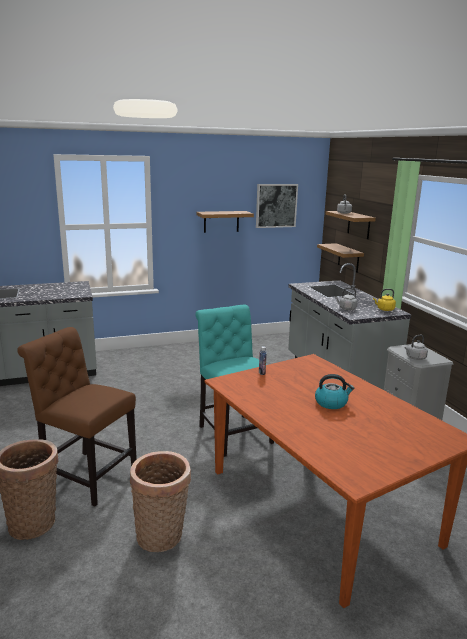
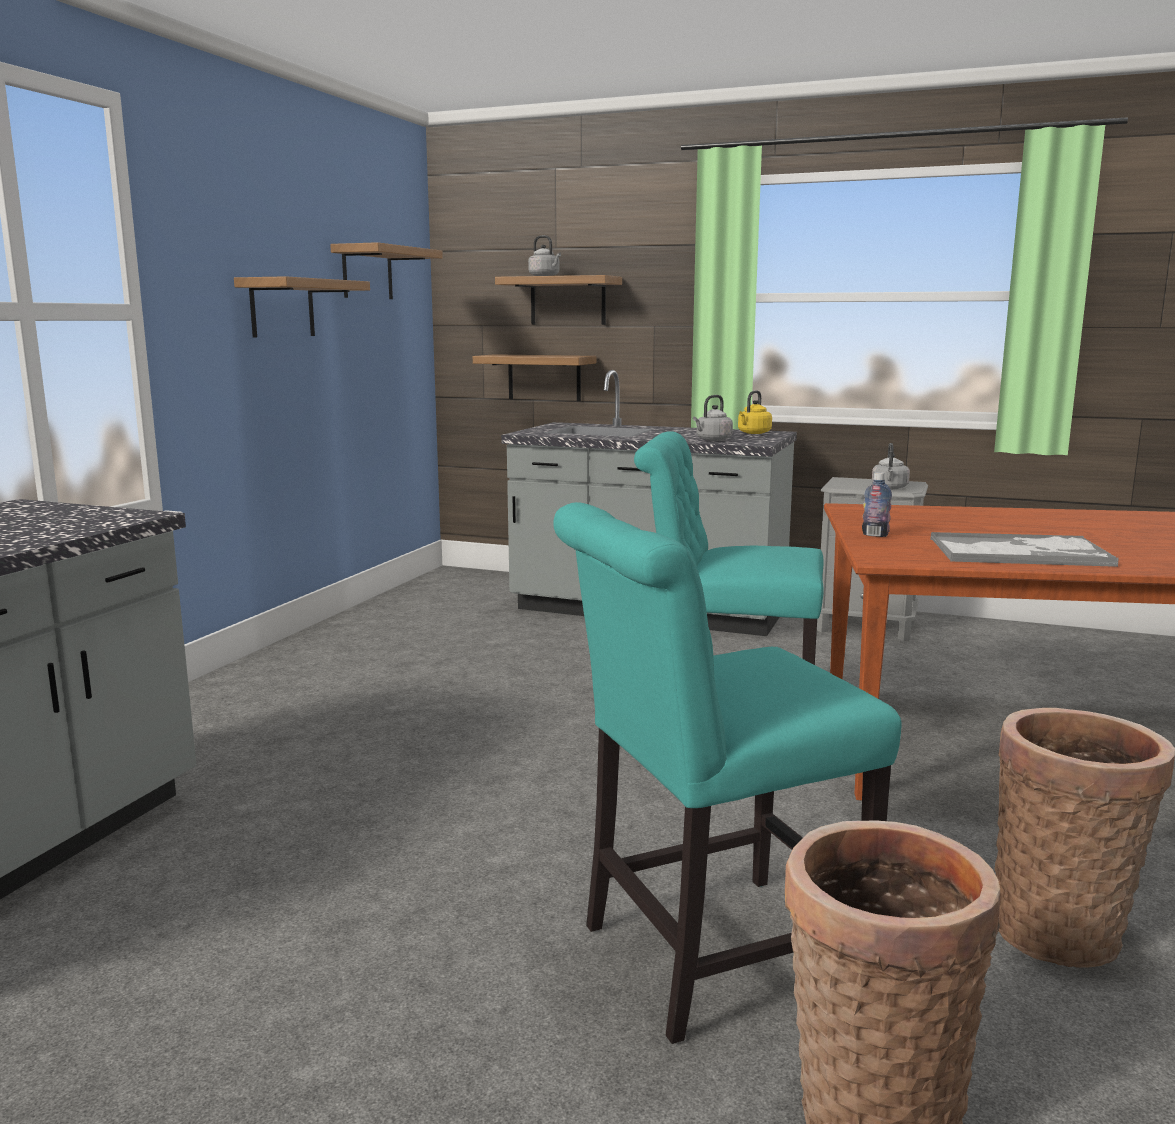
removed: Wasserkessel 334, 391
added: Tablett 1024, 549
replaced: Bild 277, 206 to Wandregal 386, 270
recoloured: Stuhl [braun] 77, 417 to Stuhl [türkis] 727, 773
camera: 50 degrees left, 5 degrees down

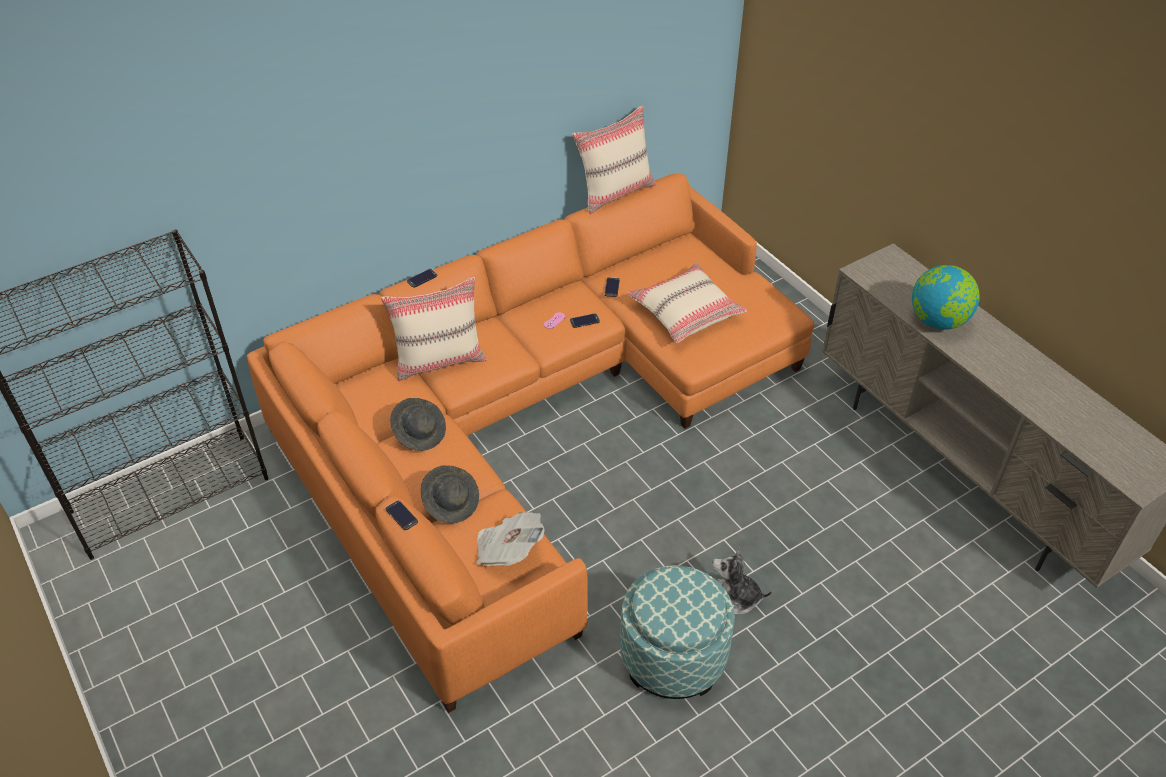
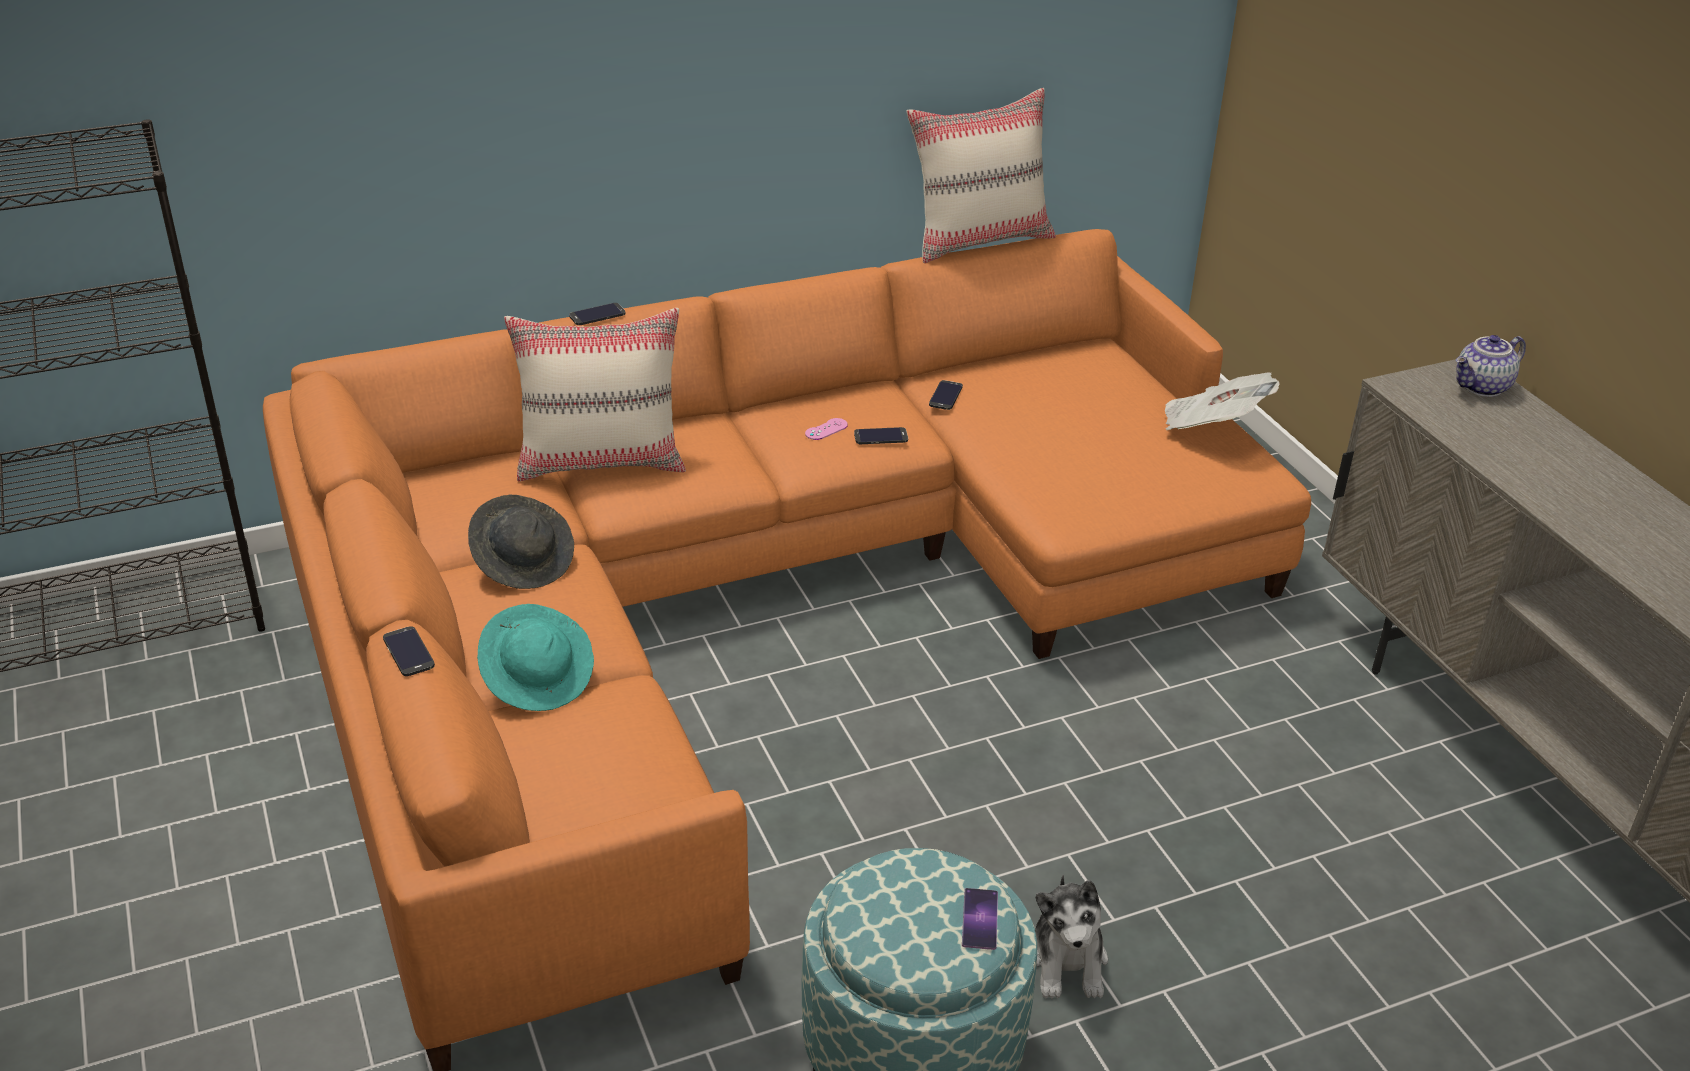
removed: Kissen [beige] 687, 303; Globus 946, 297
added: Handy 980, 919; Teekanne 1491, 366
moved: Zeitung 510, 539 to 1222, 401
recoloured: Hut [grau] 450, 494 to Hut [türkis] 535, 657
turned: Plüschtier 742, 580 = 1071, 936 120 degrees counterclockwise
camera: 10 degrees right, 10 degrees down

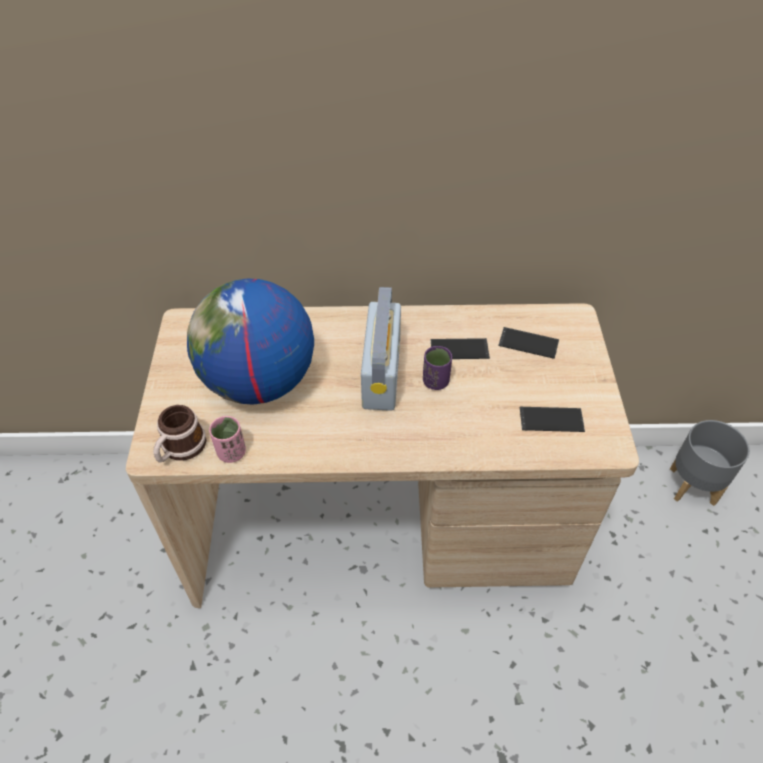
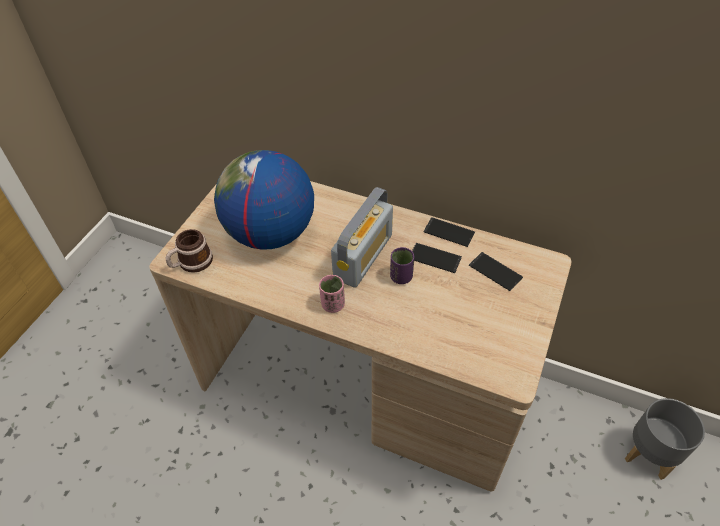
moved: Tasse [rosa] 227, 439 to 332, 294; Handy 552, 419 to 449, 232
camera: 25 degrees right, 0 degrees up

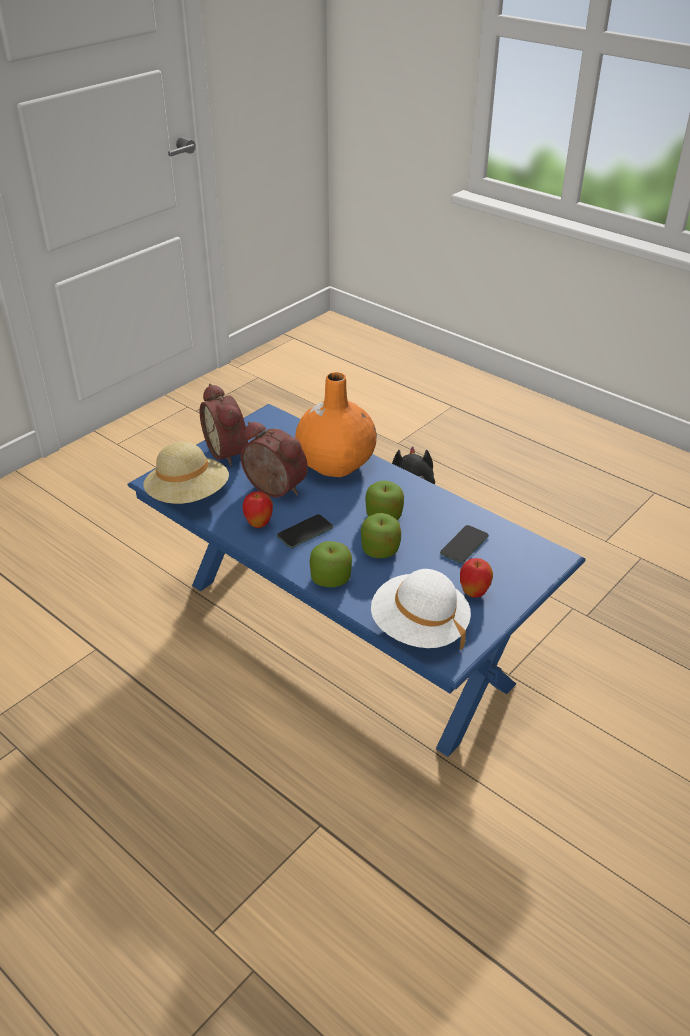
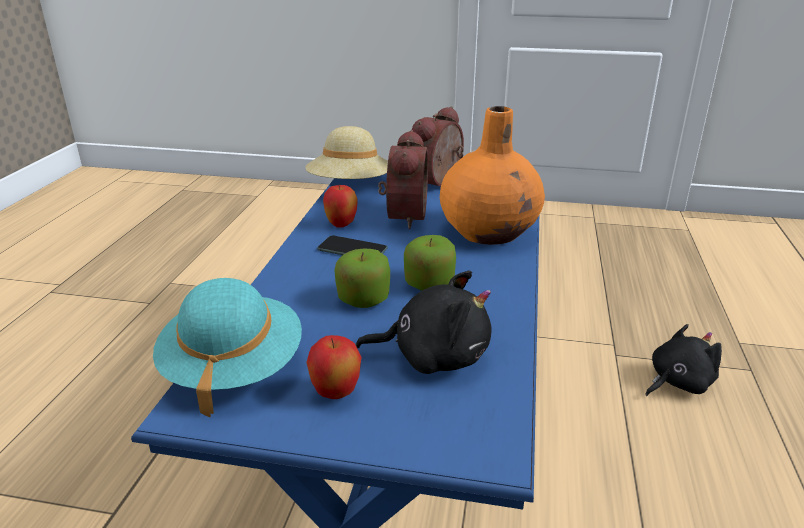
removed: Apfel 330, 564
replaced: Handy 464, 544 to Plüschtier [schwarz] 424, 322
recoloured: Hut [weiß] 421, 609 to Hut [türkis] 227, 347
camera: 60 degrees right, 10 degrees down

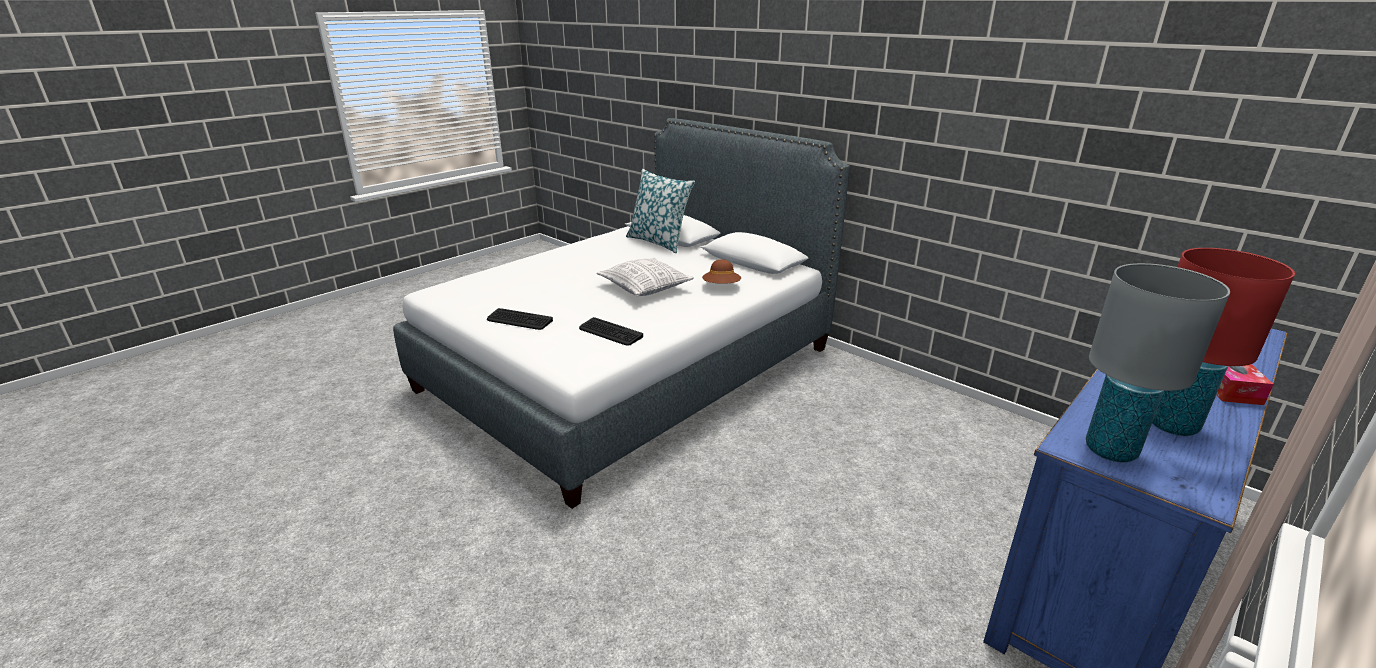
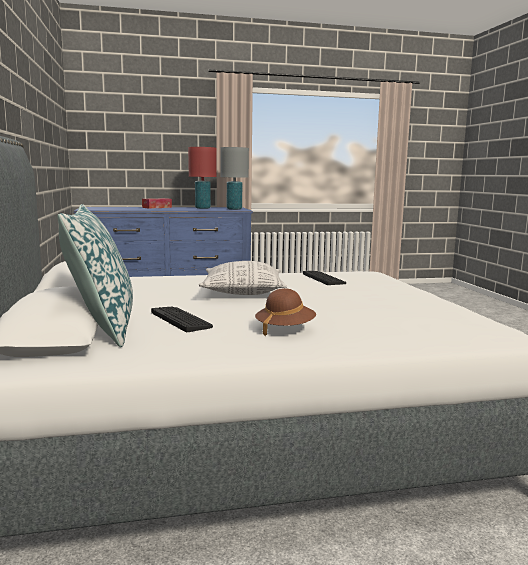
moved: Tastatur 520, 319 to 182, 319; Hut [braun] 721, 271 to 285, 312
camera: 145 degrees left, 15 degrees down

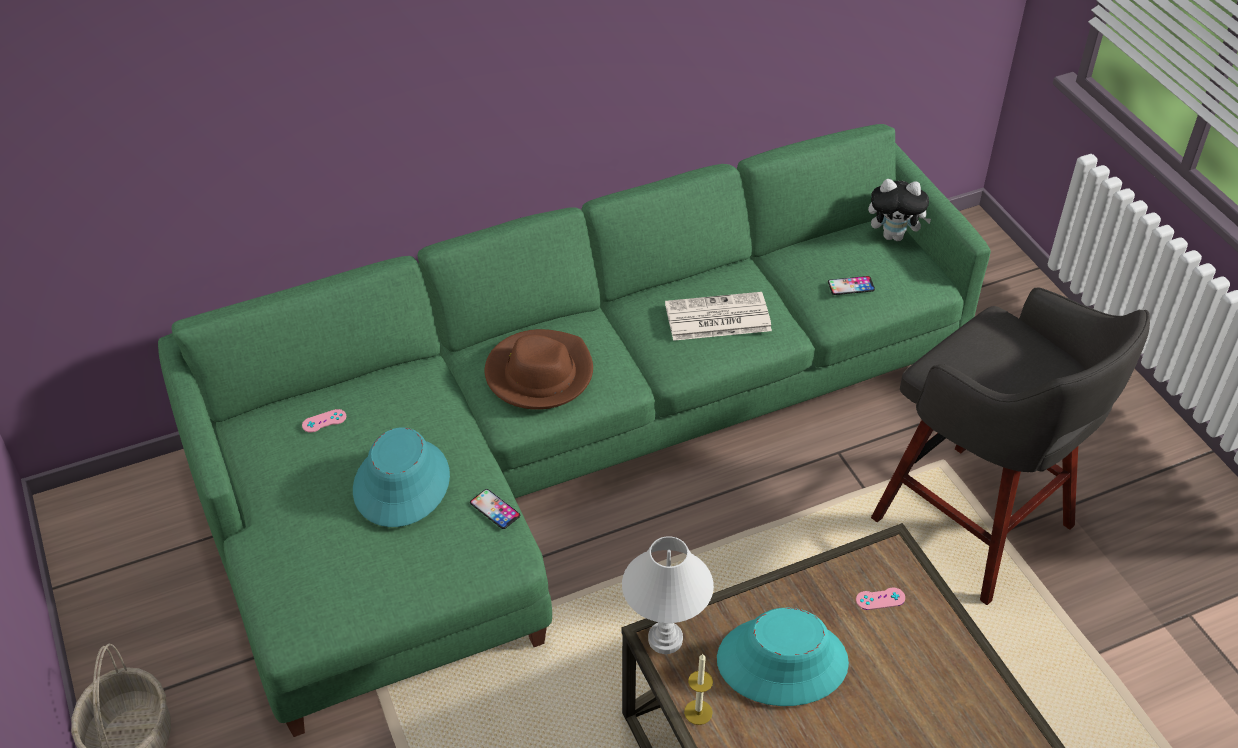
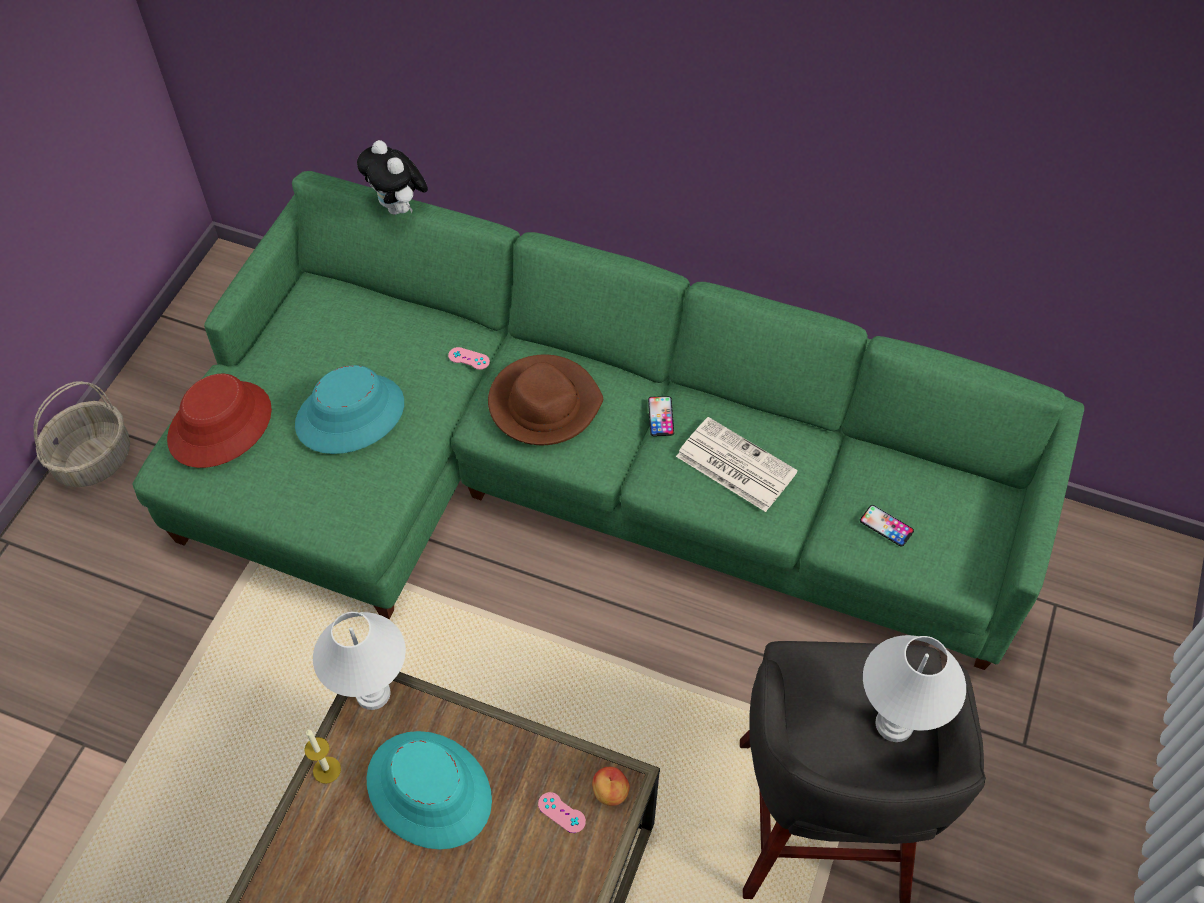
added: Hut [rot] 219, 421; Apfel 611, 786; Tischlampe [weiß] 914, 688
moved: Gamepad [rosa] 324, 421 to 469, 358; Handy 495, 509 to 661, 416; Plüschtier 899, 210 to 392, 177
camera: 45 degrees right, 10 degrees up

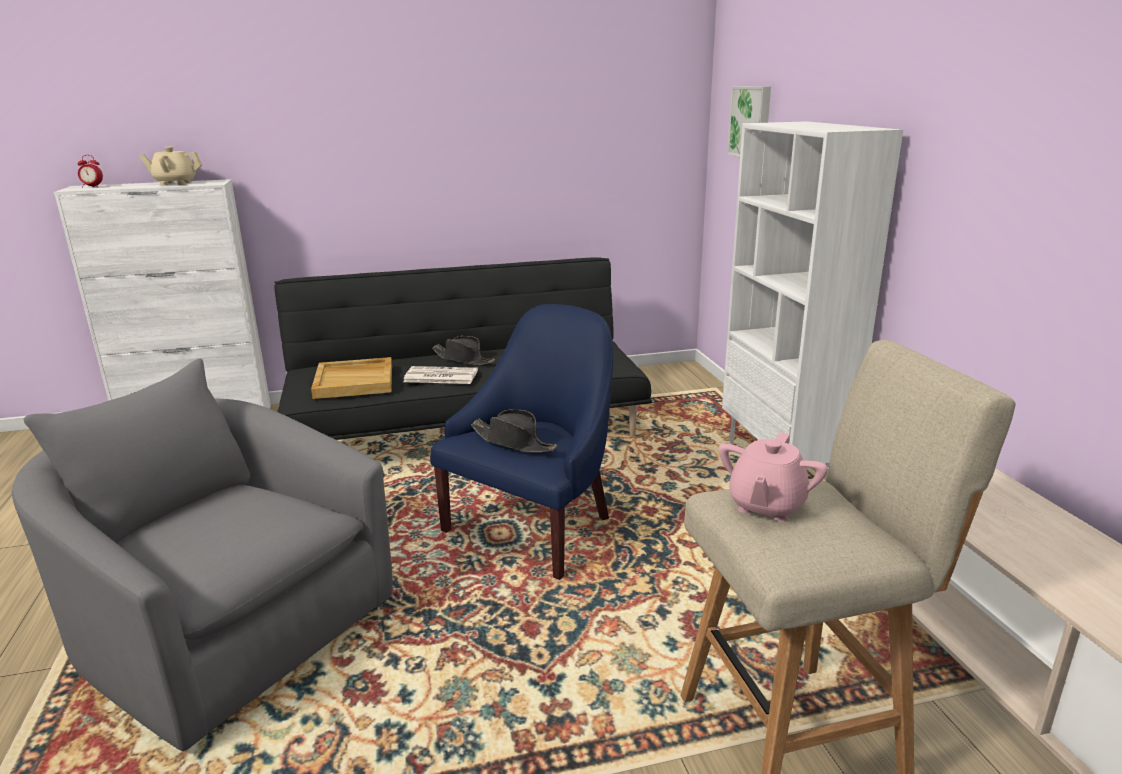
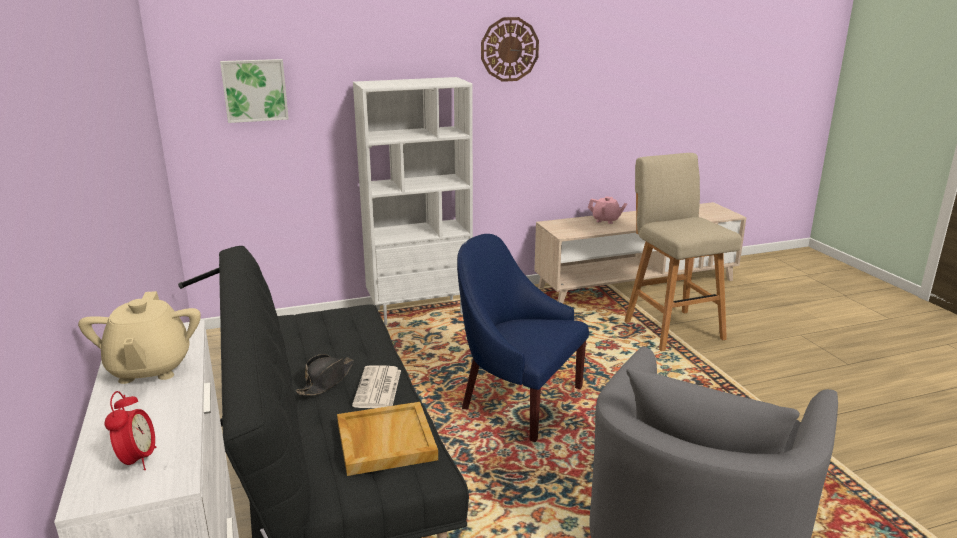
removed: Hut [schwarz] 514, 431
added: Wanduhr 510, 49
moved: Teekanne [rosa] 773, 477 to 607, 210
camera: 95 degrees left, 0 degrees up

